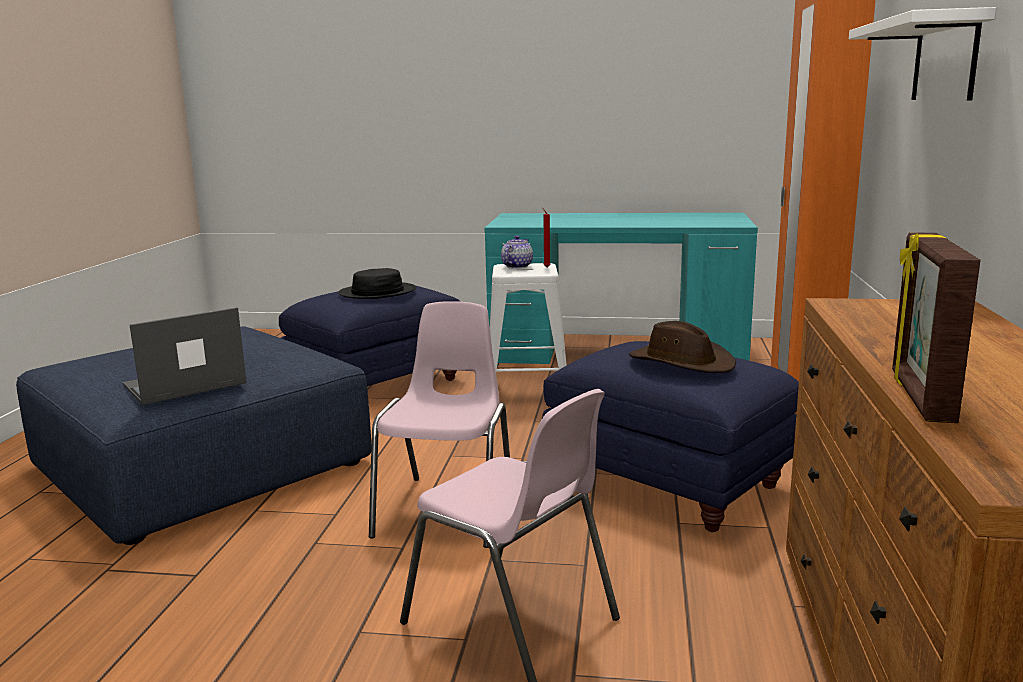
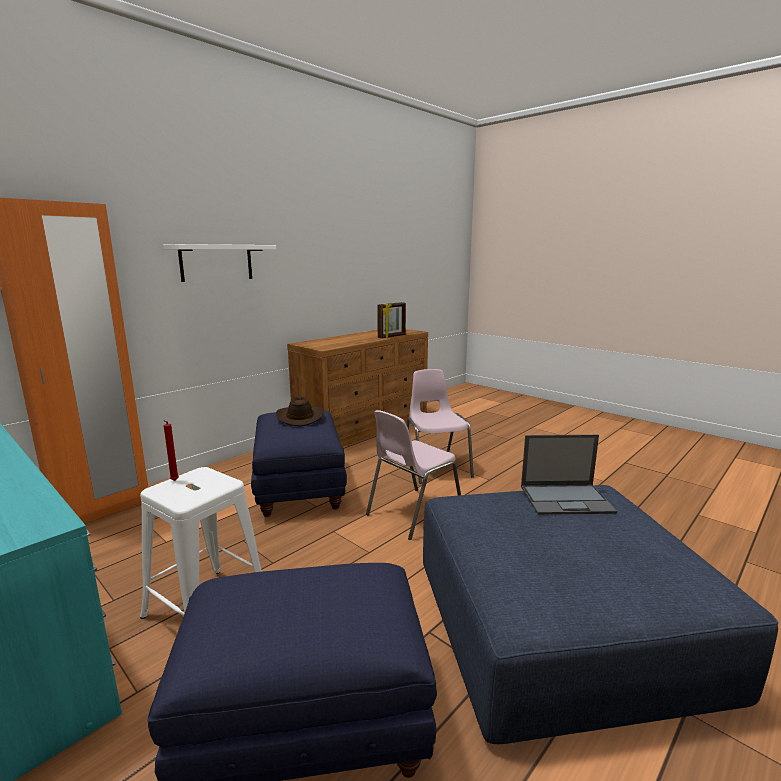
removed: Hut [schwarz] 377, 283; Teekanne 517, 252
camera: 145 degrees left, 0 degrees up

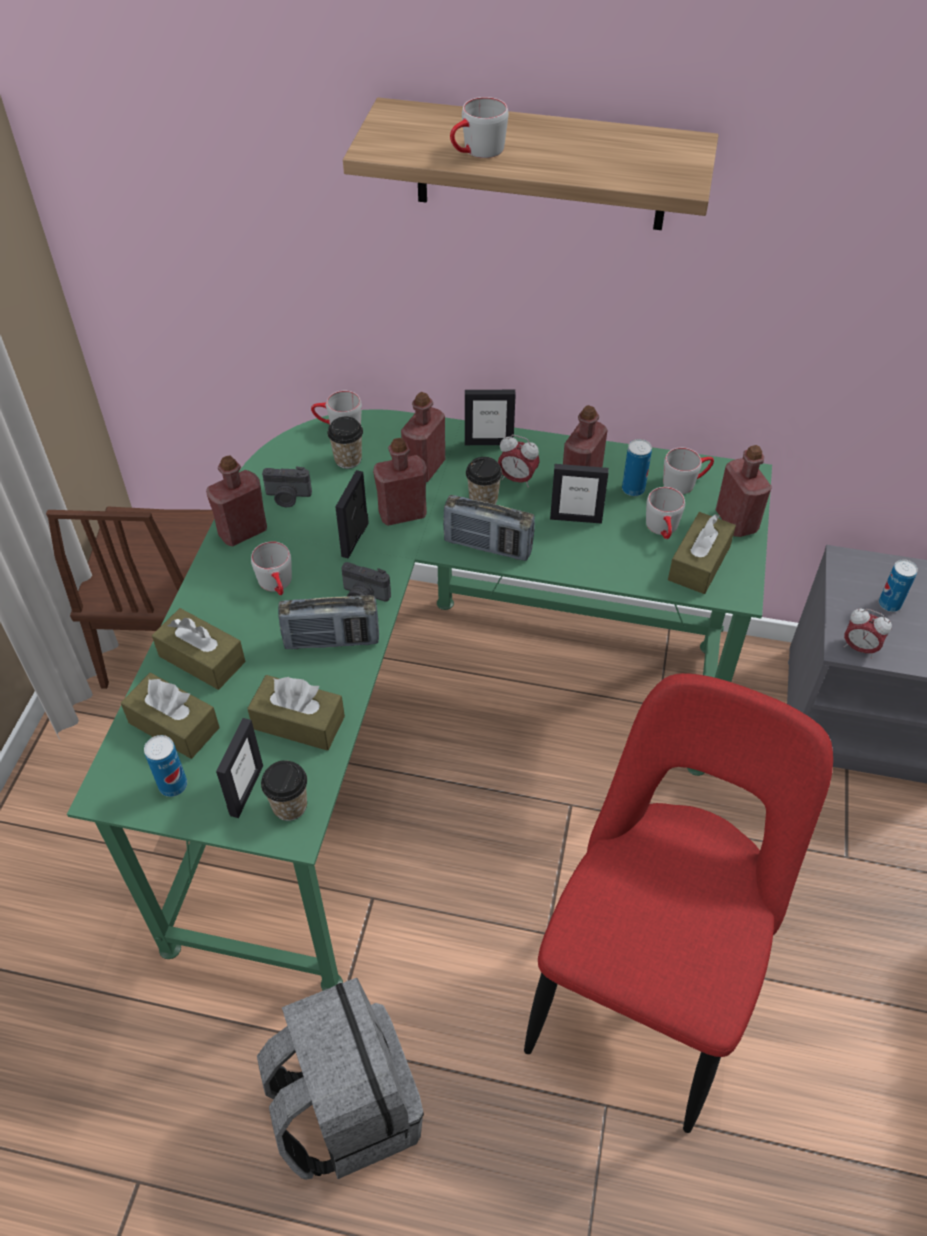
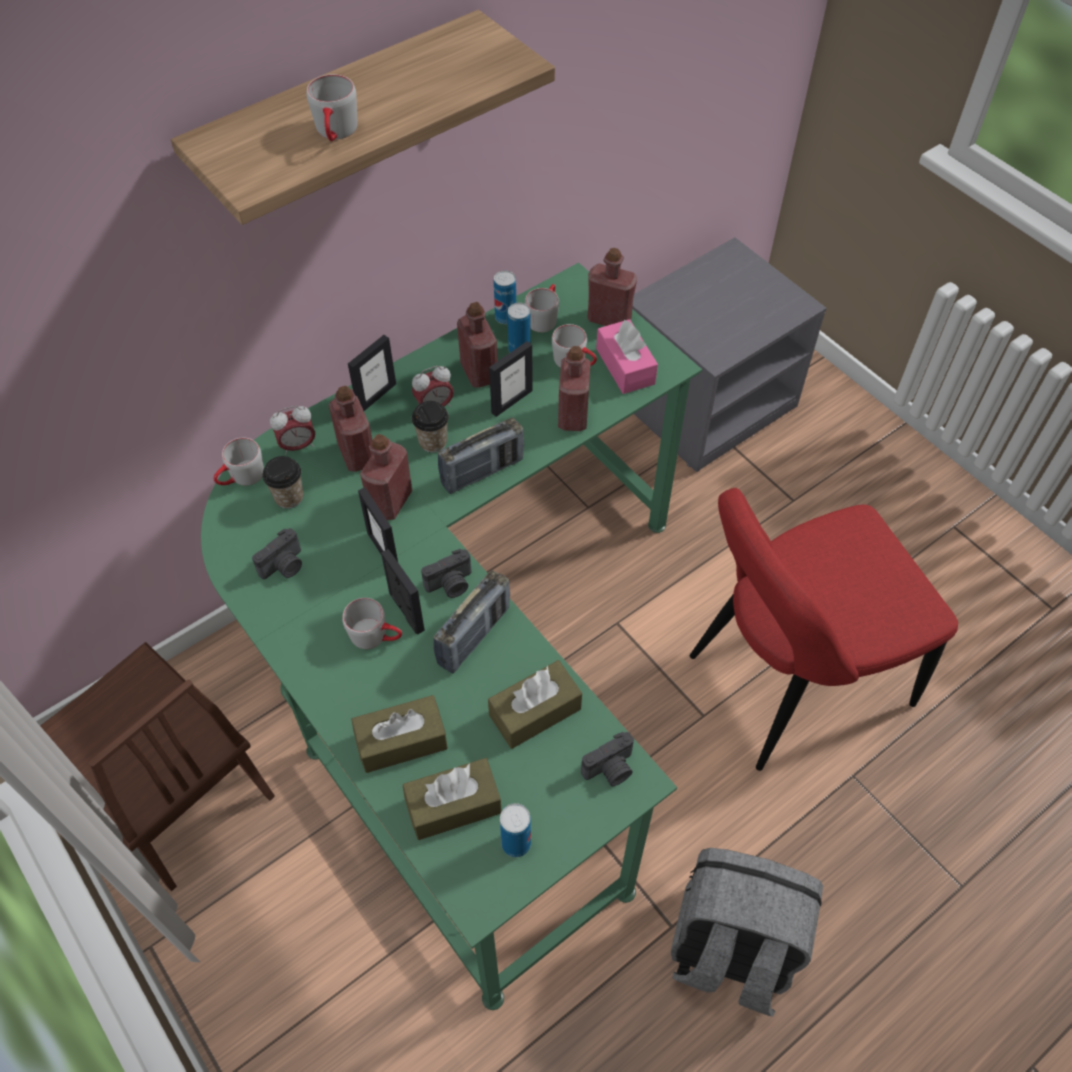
moved: Flasche [rot] 236, 501 to 574, 388; Bilderrahmen 239, 768 to 403, 591; Wecker 868, 633 to 292, 430; Dose 898, 585 to 505, 297
replaced: Tasse 284, 790 to Kamera 607, 759
recoloured: Taschentuchbox [braun] 702, 553 to Taschentuchbox [rosa] 627, 356
turned: Stuhl [rot] 678, 903 = 824, 629 90 degrees counterclockwise
camera: 50 degrees left, 5 degrees up

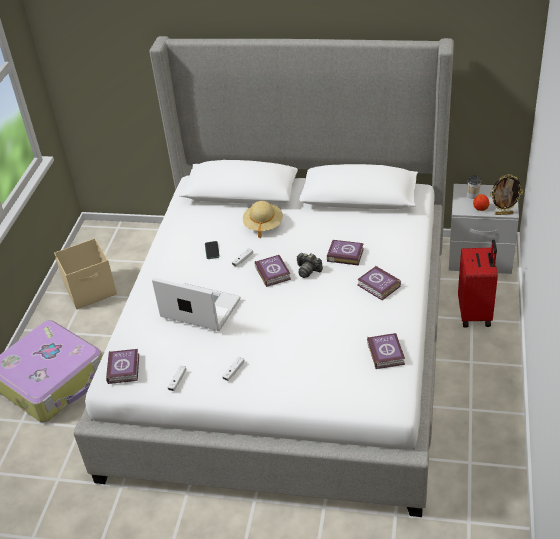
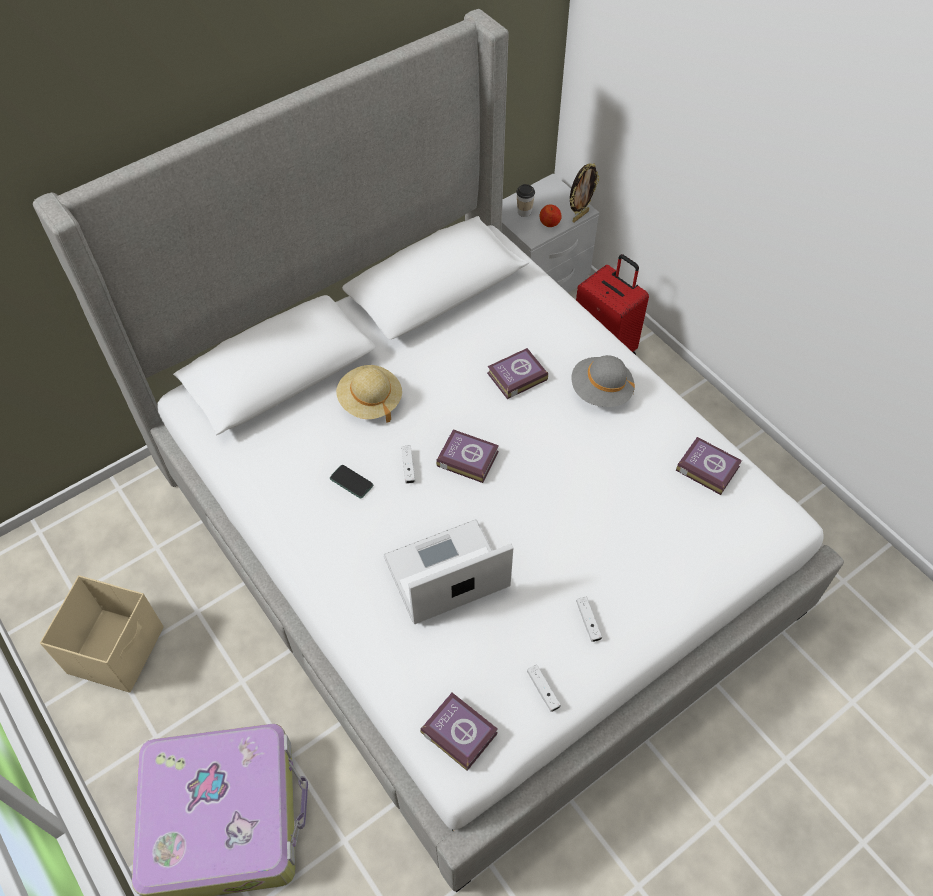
removed: Kamera 310, 265
replaced: Buch 379, 283 to Hut [grau] 603, 381
camera: 50 degrees left, 15 degrees up

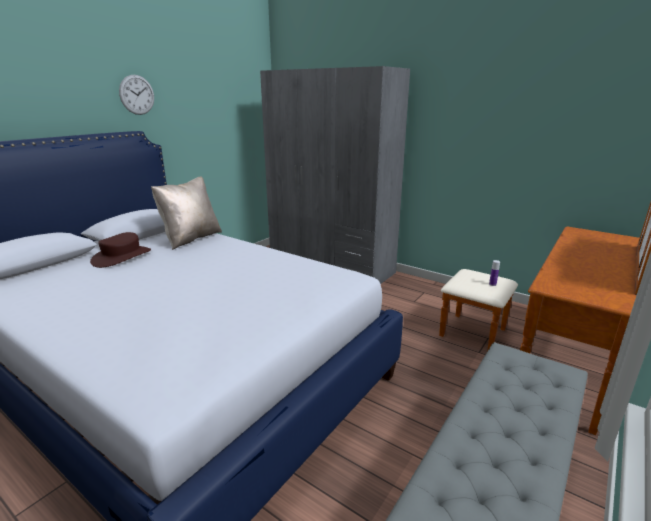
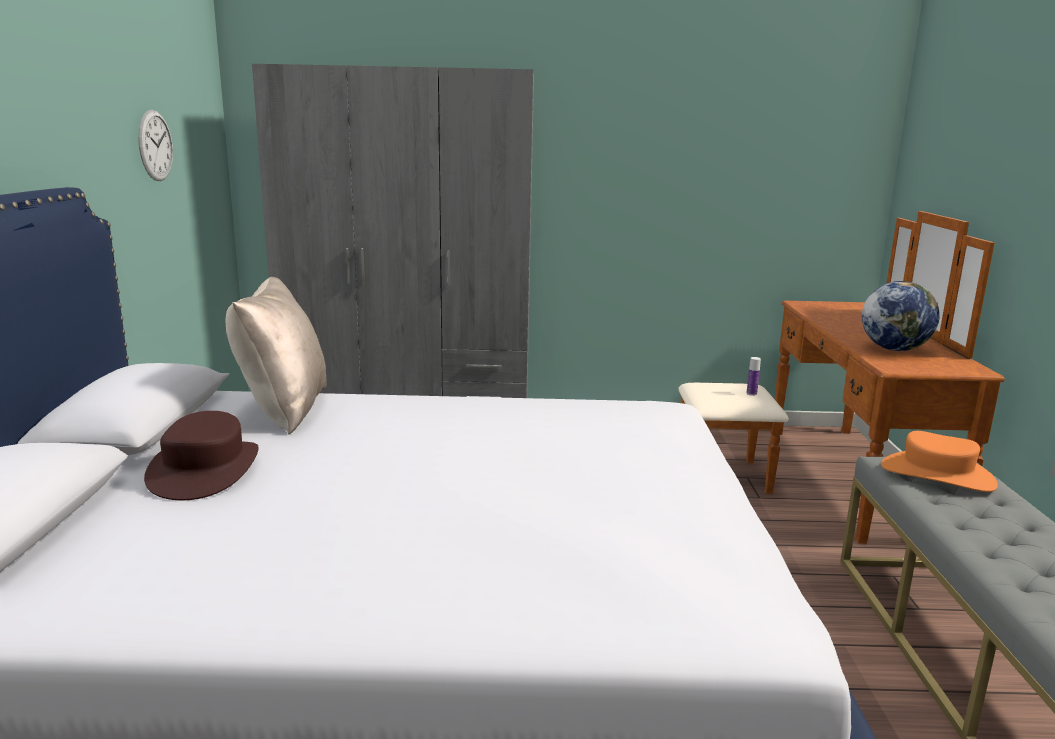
added: Globus 901, 316; Hut [orange] 939, 461
moved: Wanduhr 136, 95 to 155, 145
camera: 35 degrees left, 5 degrees down

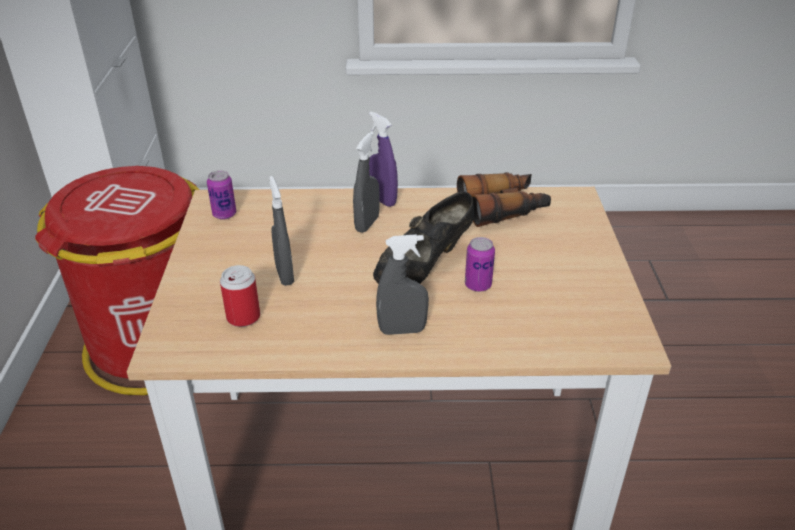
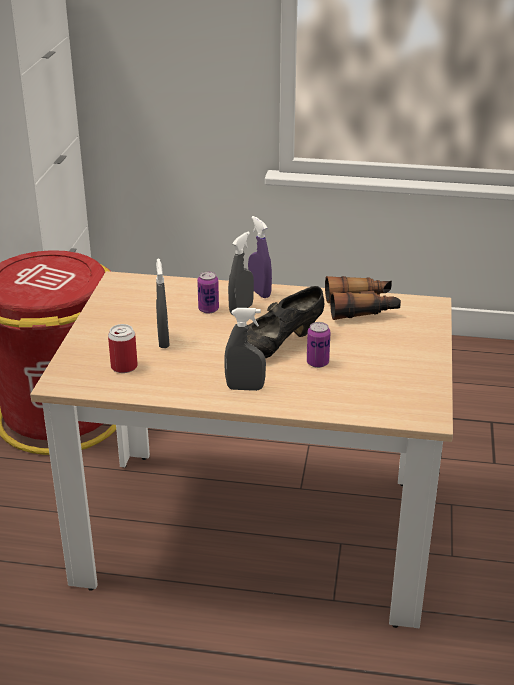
moved: Dose 221, 195 to 208, 292
camera: 10 degrees right, 5 degrees down

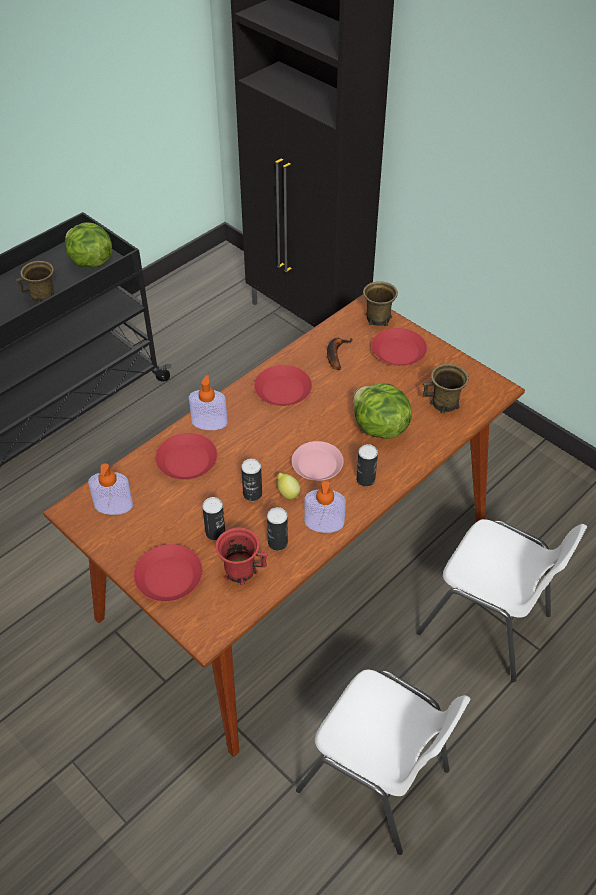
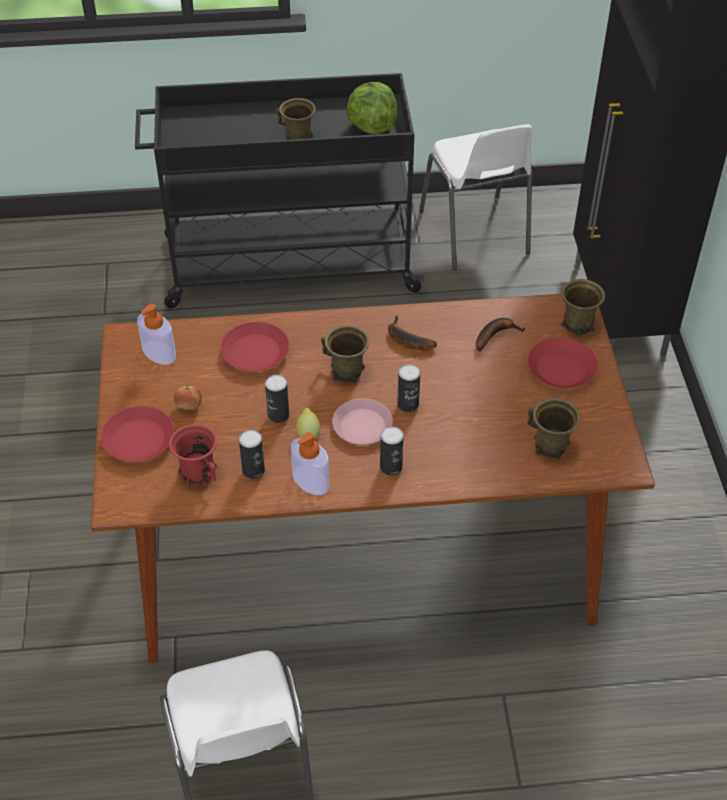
removed: Seifenspender 208, 402; Salatkopf 382, 411
added: Apfel 188, 397; Henkelbecher [braun] 345, 354
moved: Dose 213, 518 to 408, 388; Stuhl [weiß] 502, 600 to 476, 197
replaced: Teller [rot] 283, 385 to Banane 412, 333
camera: 40 degrees right, 0 degrees up

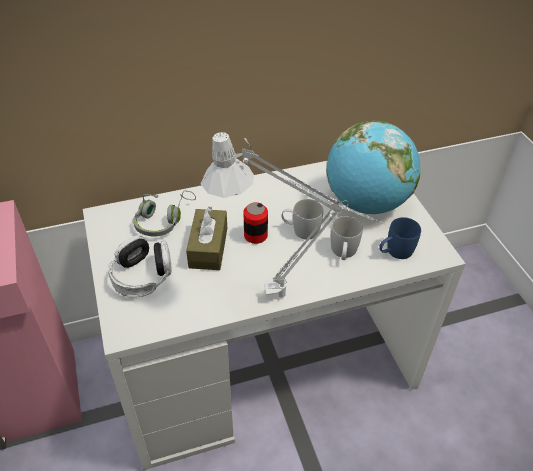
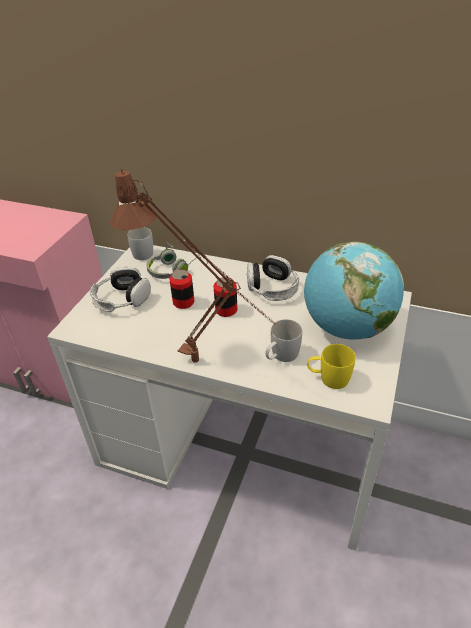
added: Kopfhörer 273, 278
moved: Henkelbecher [weiß] 302, 219 to 140, 243
replaced: Taschentuchbox [braun] 206, 238 to Dose 181, 289
recoloured: Tischlampe [grau] 292, 215 to Tischlampe [braun] 193, 266; Henkelbecher [blau] 400, 238 to Henkelbecher [gelb] 331, 366
camera: 40 degrees right, 5 degrees down

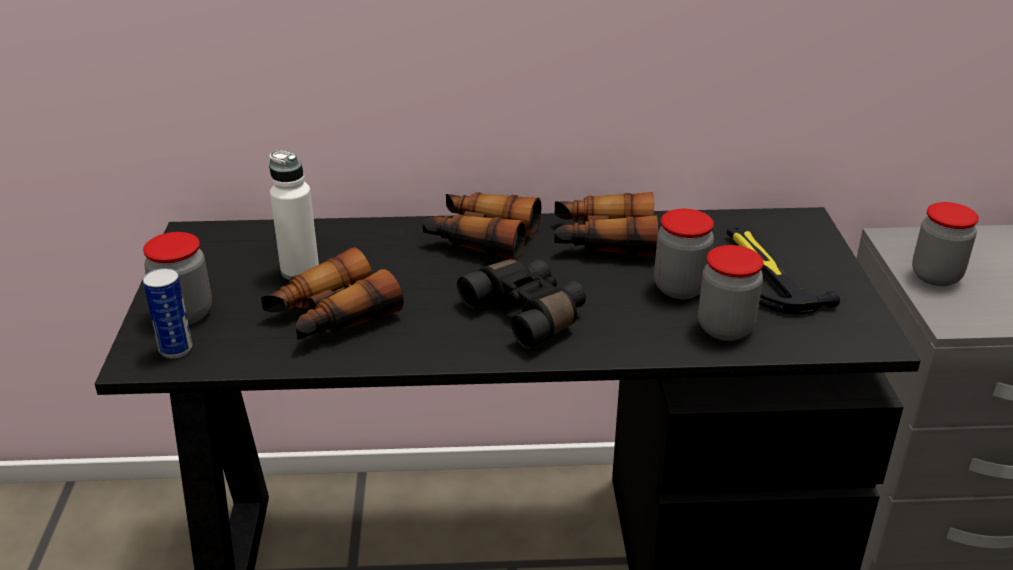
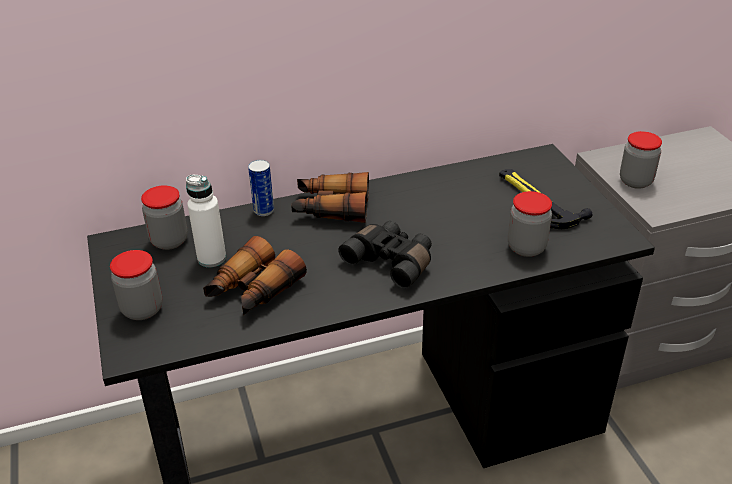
removed: Fernglas 606, 224
moved: Dose 168, 313 to 261, 188; Vorratsglas 684, 254 to 164, 217
camera: 15 degrees left, 5 degrees up

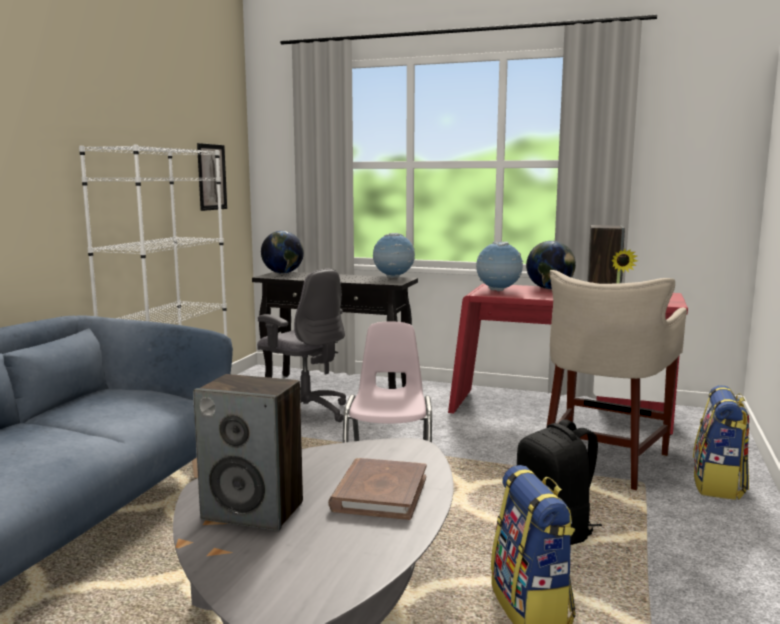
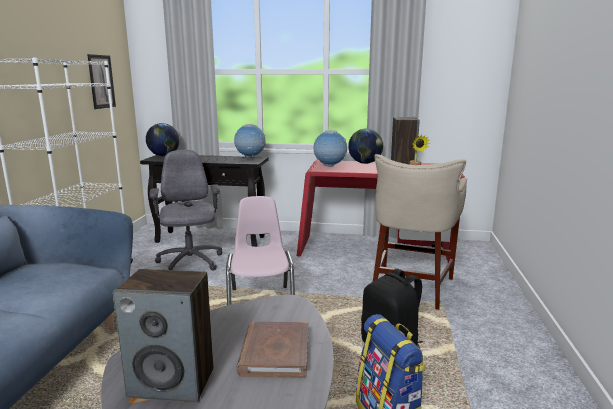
removed: Rucksack 721, 442
turned: Bürostuhl [grau] 301, 345 = 186, 210 135 degrees counterclockwise
camera: 10 degrees left, 5 degrees up

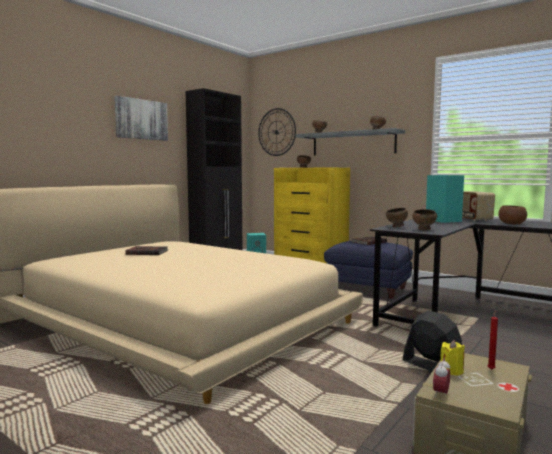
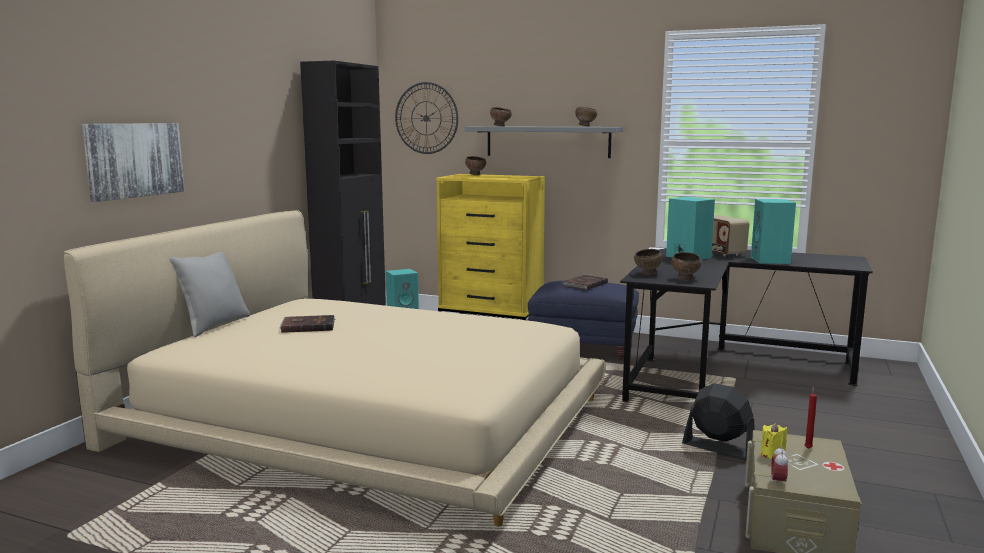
added: Kissen [grau] 209, 294
moved: Bild 141, 118 to 133, 162
replaced: Schüssel [braun] 512, 215 to Lautsprecher [türkis] 773, 231
camera: 15 degrees left, 5 degrees up

